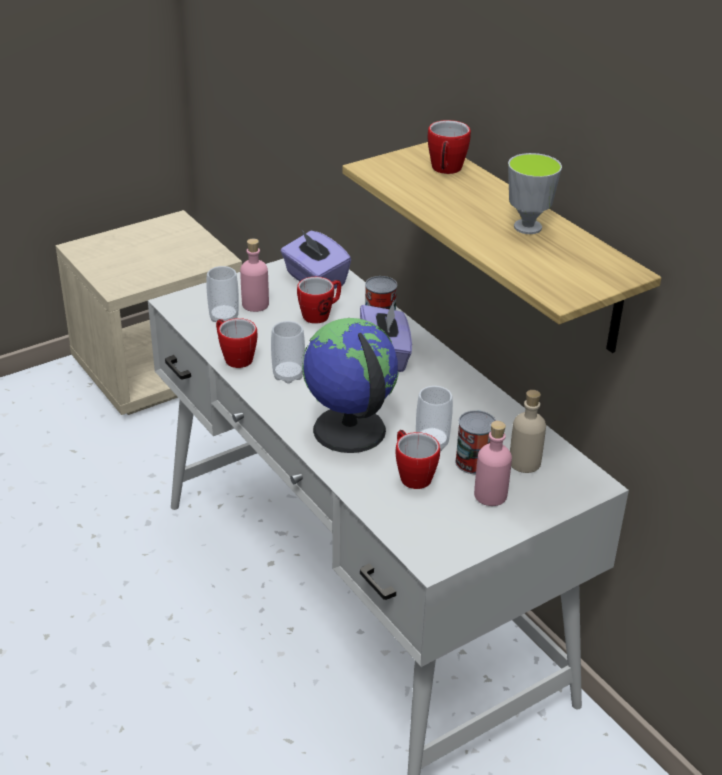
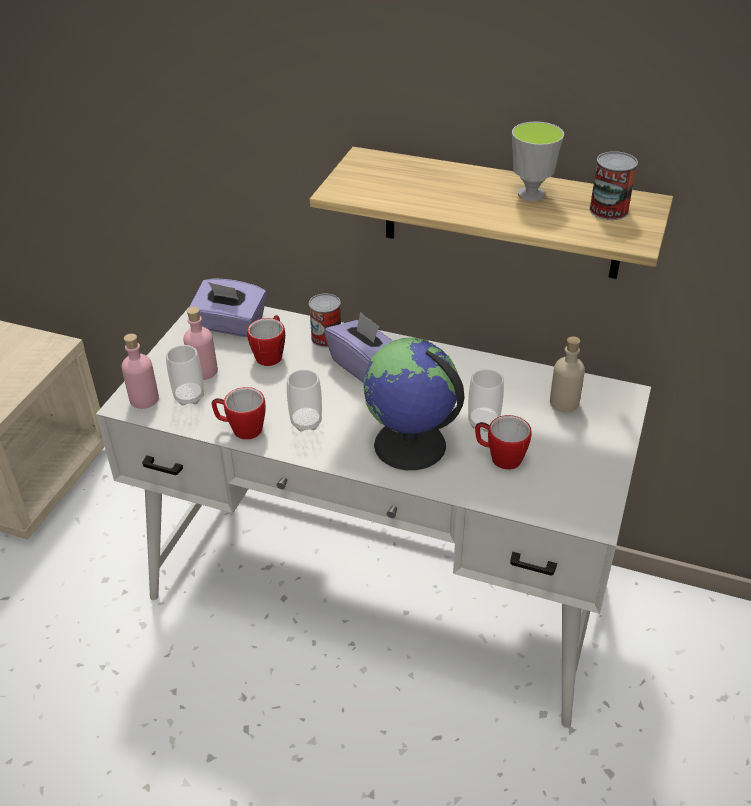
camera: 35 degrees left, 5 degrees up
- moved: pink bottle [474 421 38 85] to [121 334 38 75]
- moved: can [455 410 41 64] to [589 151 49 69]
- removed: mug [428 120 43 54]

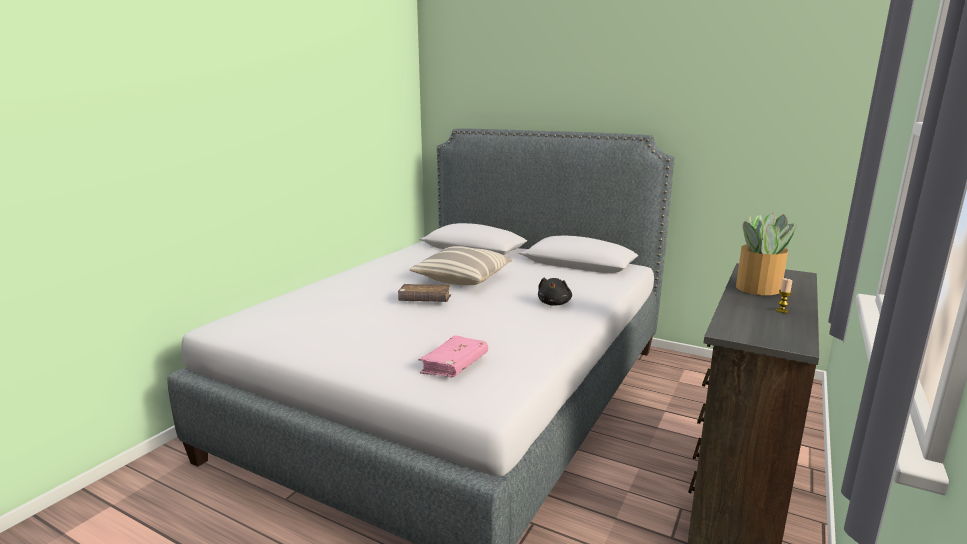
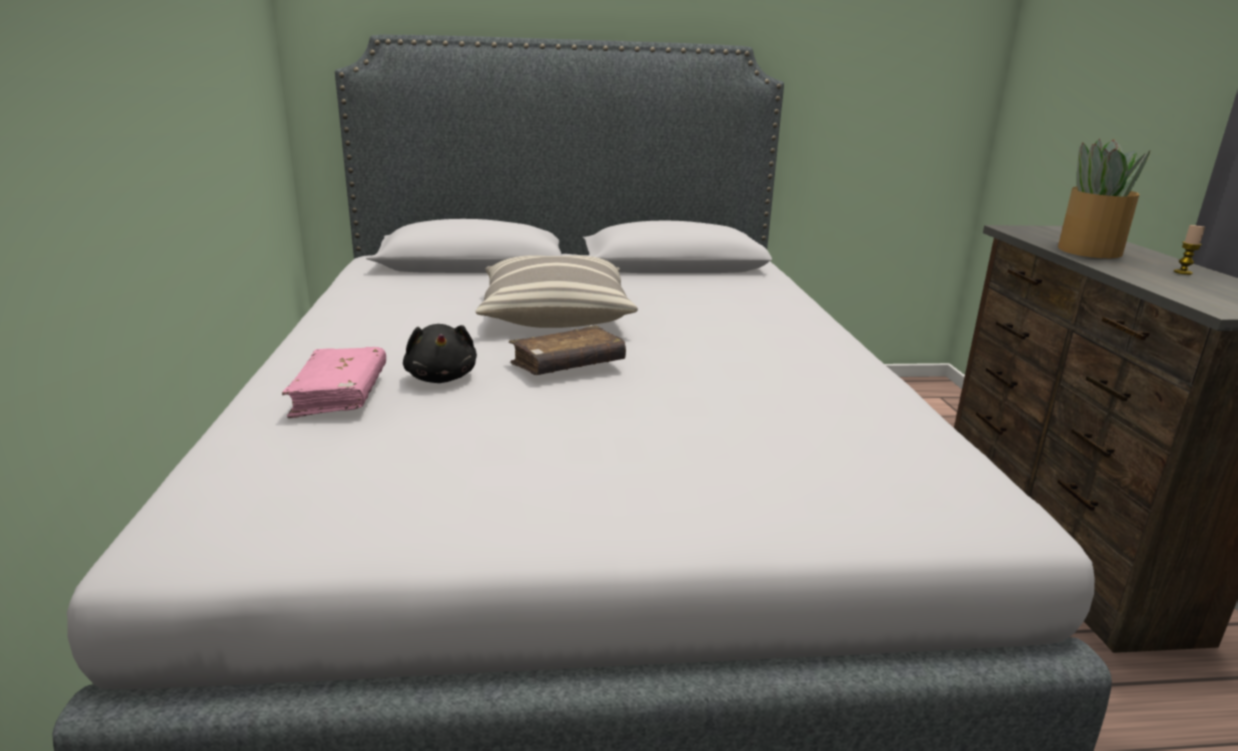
camera: 35 degrees left, 5 degrees up
- moved: pink book [419 335 69 42] to [282 347 104 71]
- moved: black plush toy [538 278 34 28] to [403 324 74 59]

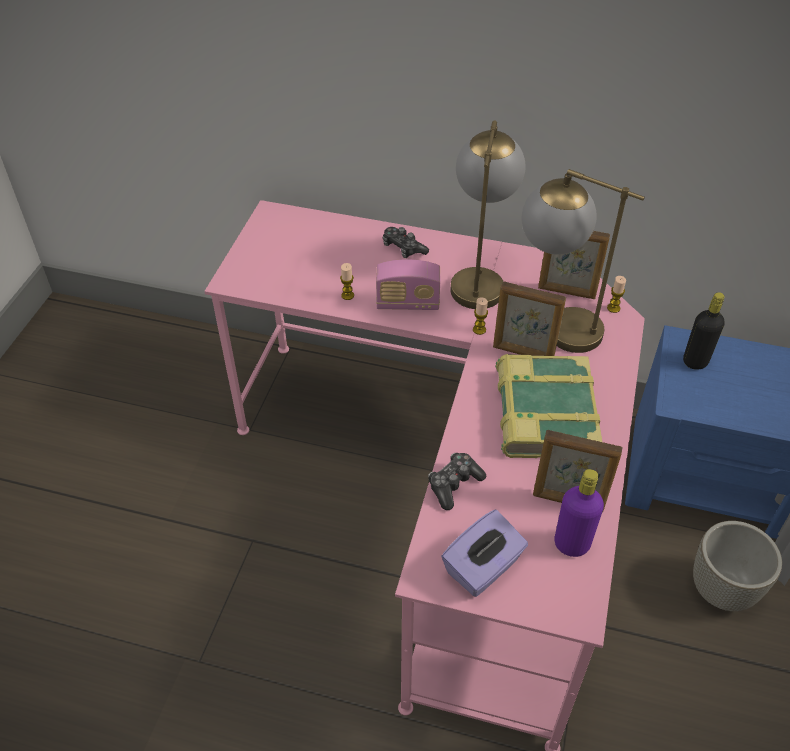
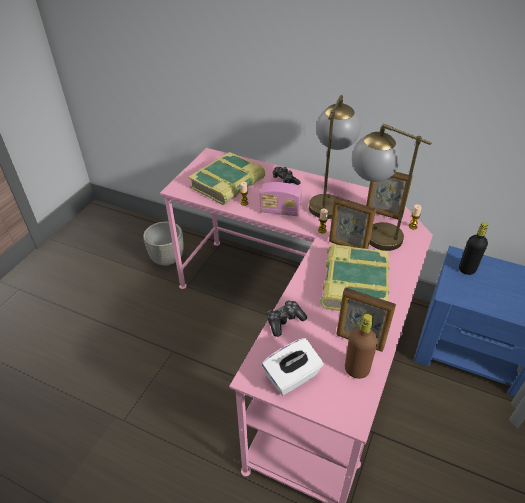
camera: 10 degrees right, 5 degrees down
- moved: grey planter [693 521 89 90] to [143 222 40 44]
- added: book [188 152 77 53]
- recoloured: purple tissue box [441 510 87 87] to white tissue box [262 338 62 57]
- recoloured: purple bottle [555 469 49 88] to brown bottle [345 314 33 65]

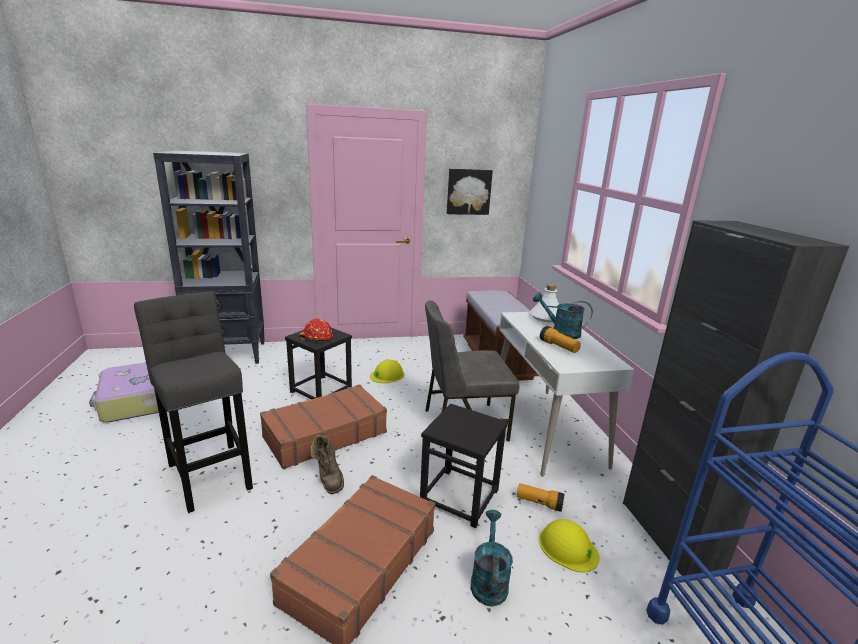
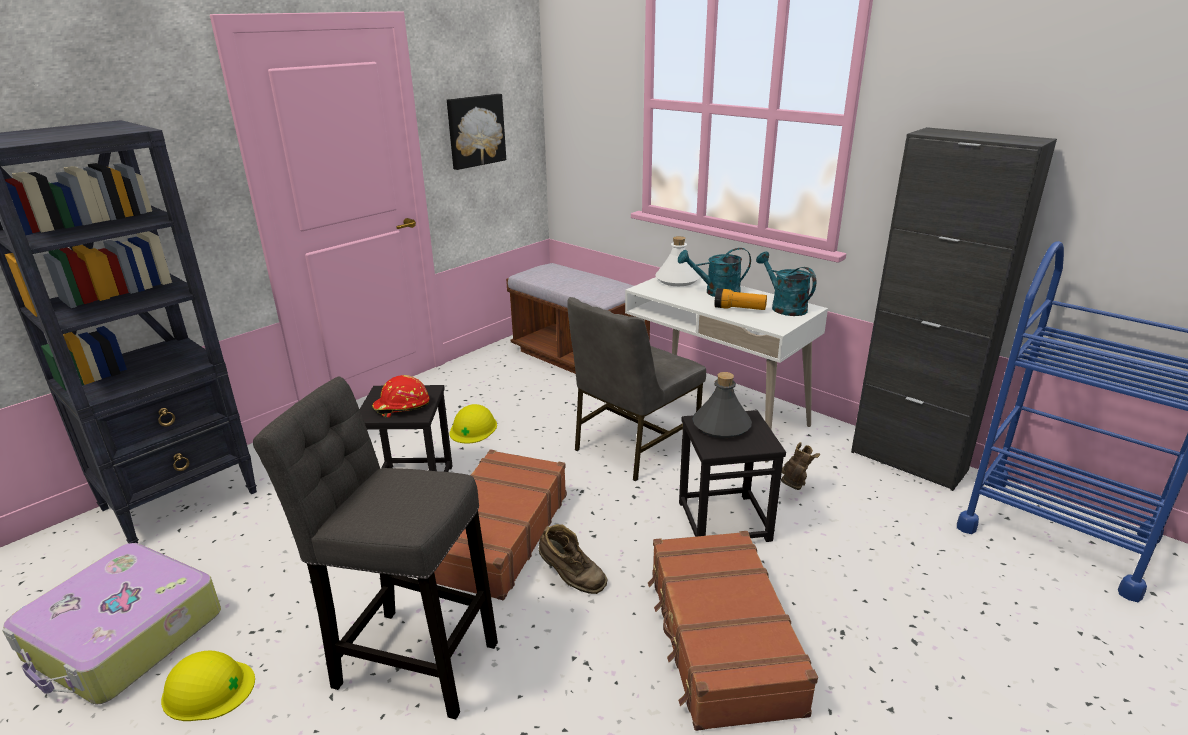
camera: 35 degrees left, 5 degrees up
- moved: yellow hard hat [539 519 61 53] to [161 650 94 71]
- added: grey bottle [693 372 59 66]
- moved: turquoise watering can [471 510 42 96] to [756 252 60 64]
- replaced: flashlight [517 483 48 29] to brown boot [781 442 39 48]

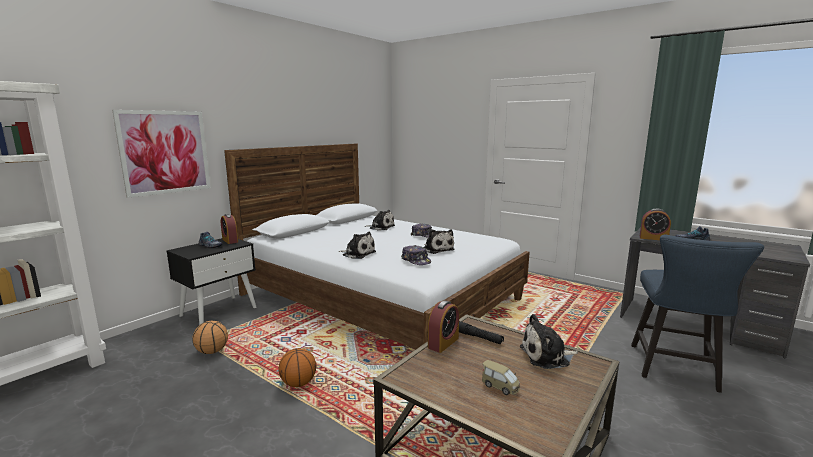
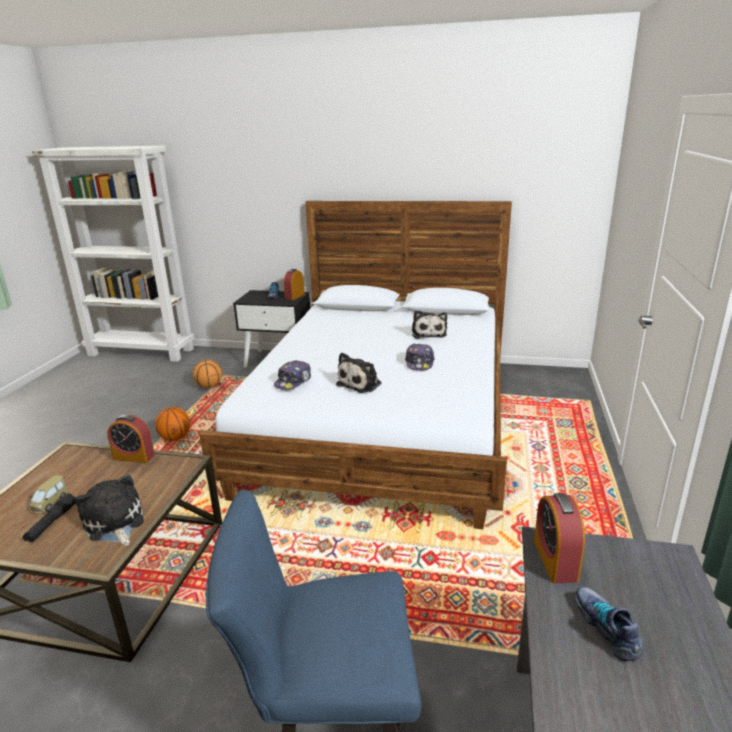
camera: 65 degrees right, 10 degrees up
- moved: black flashlight [459 321 45 23] to [23 493 52 49]
- removed: picture [112 110 98 88]
- removed: plush toy [339 232 37 27]

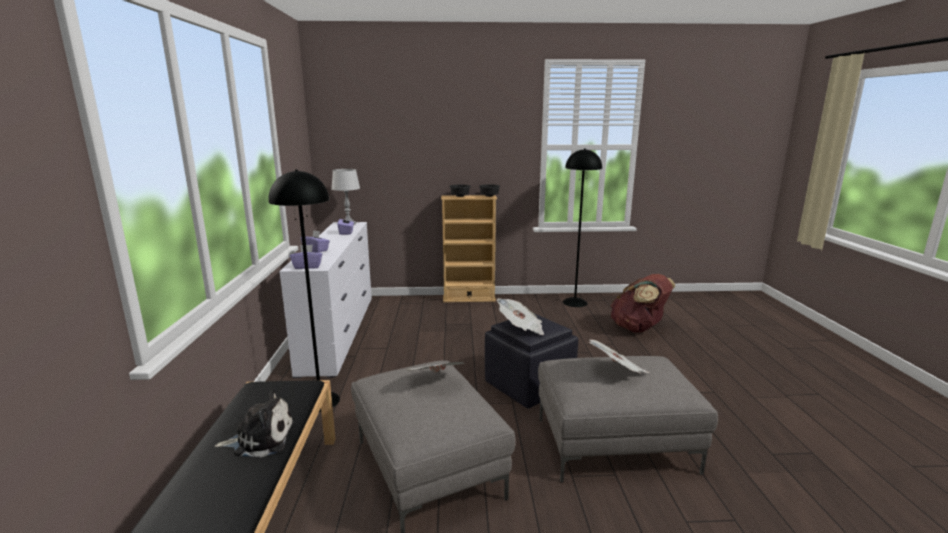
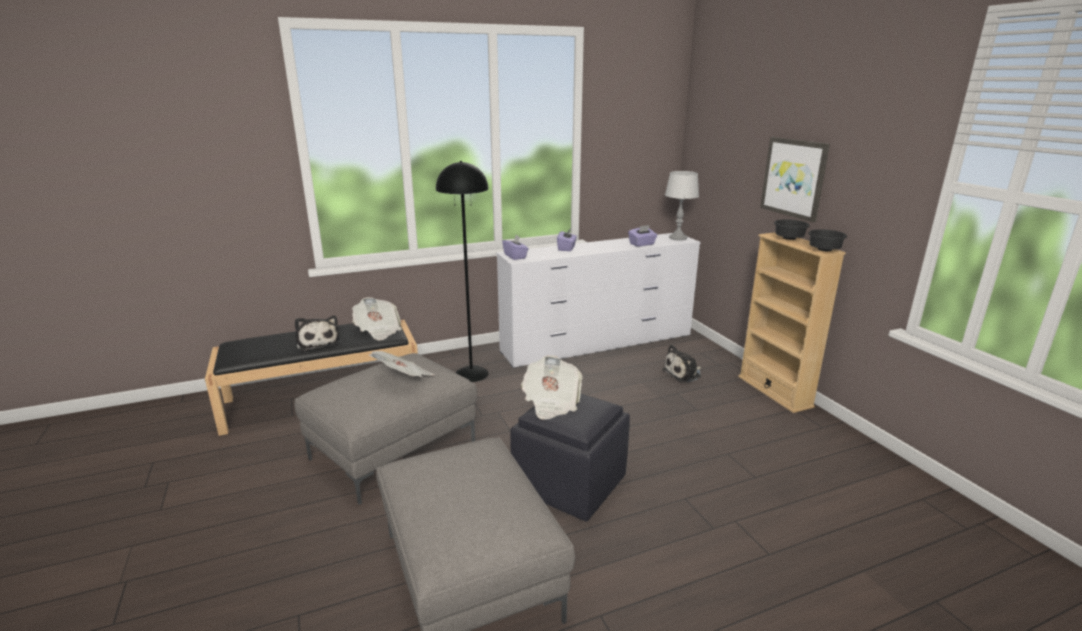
camera: 70 degrees right, 5 degrees up
- moved: newspaper [589 340 60 34] to [352 297 50 44]
- added: plush toy [662 345 40 37]
- added: picture [760 137 70 85]
- removed: black floor lamp [563 148 39 159]
- removed: brown backpack [611 274 64 59]

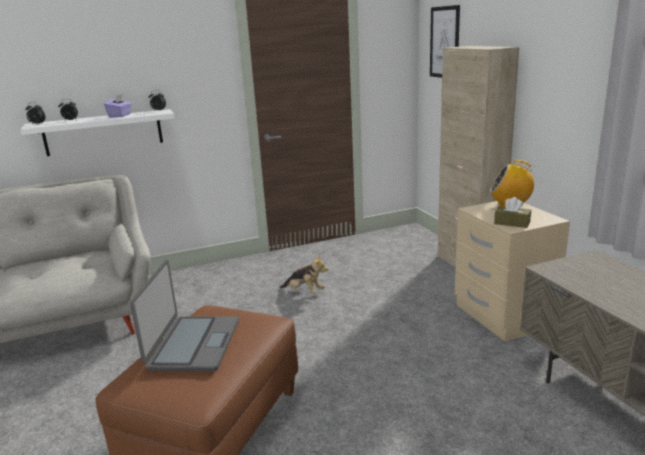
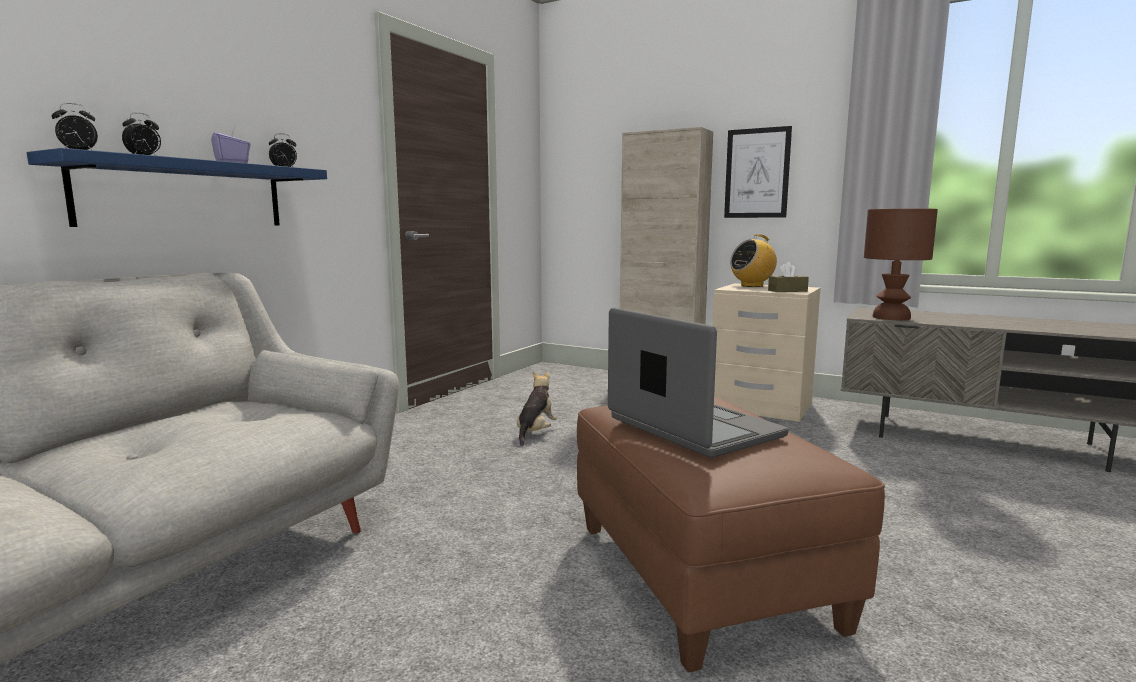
camera: 40 degrees left, 10 degrees down
- recoloured: white shelf [20 109 155 47] to blue shelf [27 148 300 79]
- turned: plush toy [280 255 48 39] = [517 371 40 75] 60 degrees counterclockwise
- moved: picture [430 5 30 73] to [724 126 68 92]
- added: brown table lamp [864 209 74 111]

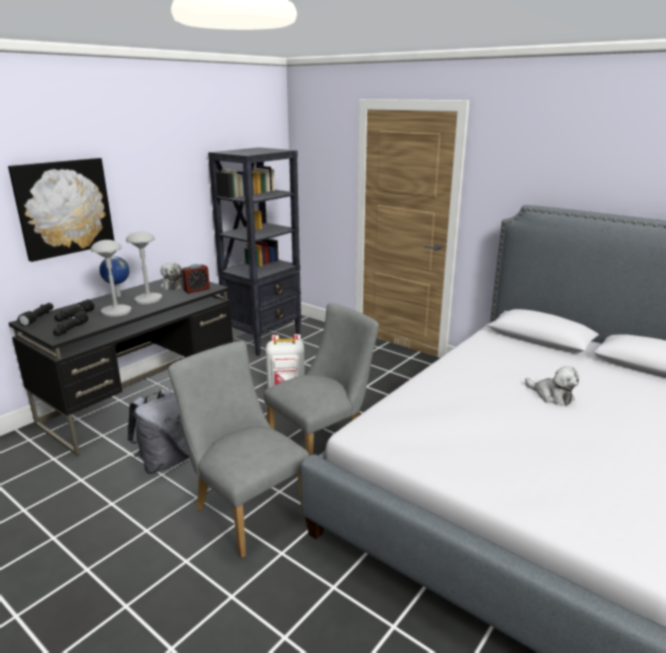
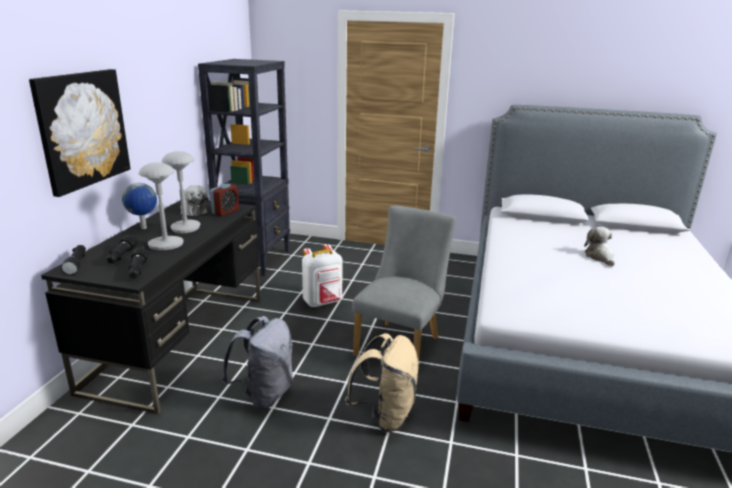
camera: 25 degrees left, 0 degrees up
- replaced: grey chair [168 341 141 217] to beige backpack [345 333 75 99]
- turned: plush toy [525 366 54 39] = [584 227 31 39] 120 degrees counterclockwise

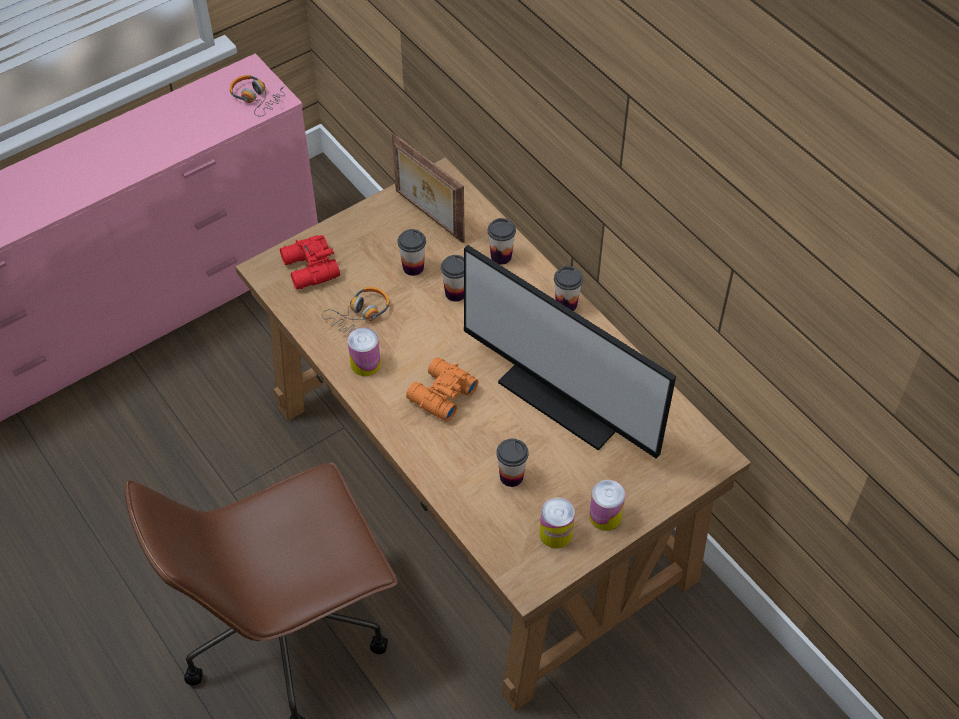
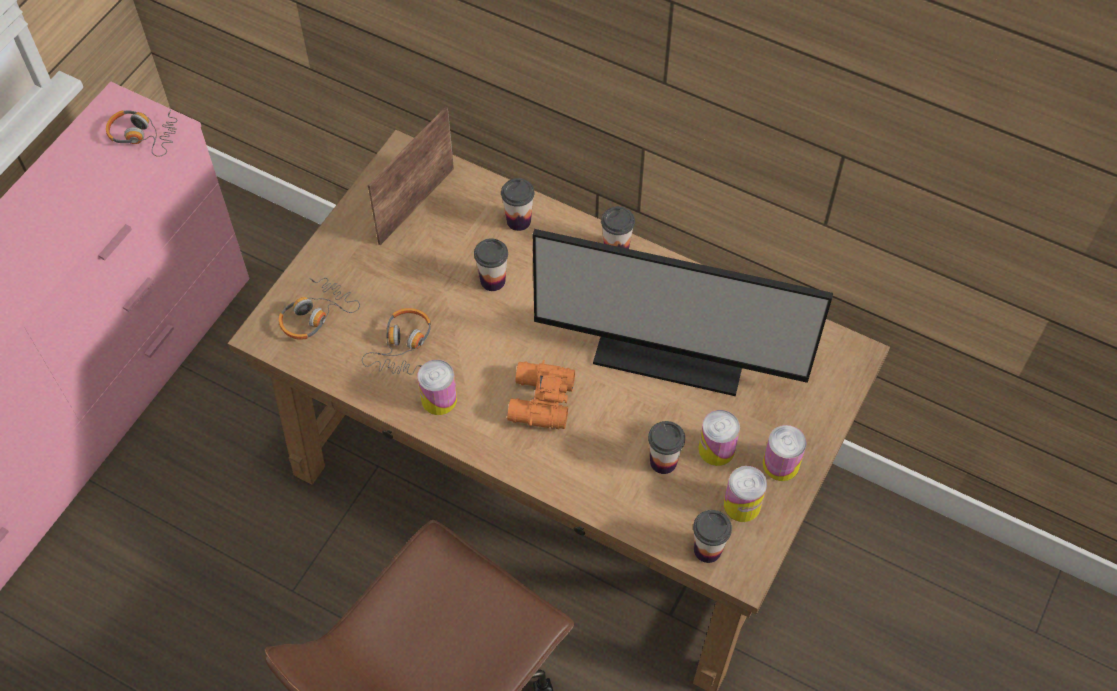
camera: 25 degrees left, 5 degrees up
- replaced: red binoculars [280 235 60 55] to headphones [279 277 81 63]
- turned: picture frame [392 133 73 110] = [368 107 86 138] 105 degrees clockwise
- moved: cup [398 229 28 47] to [693 510 39 53]
- added: can [698 410 42 56]

